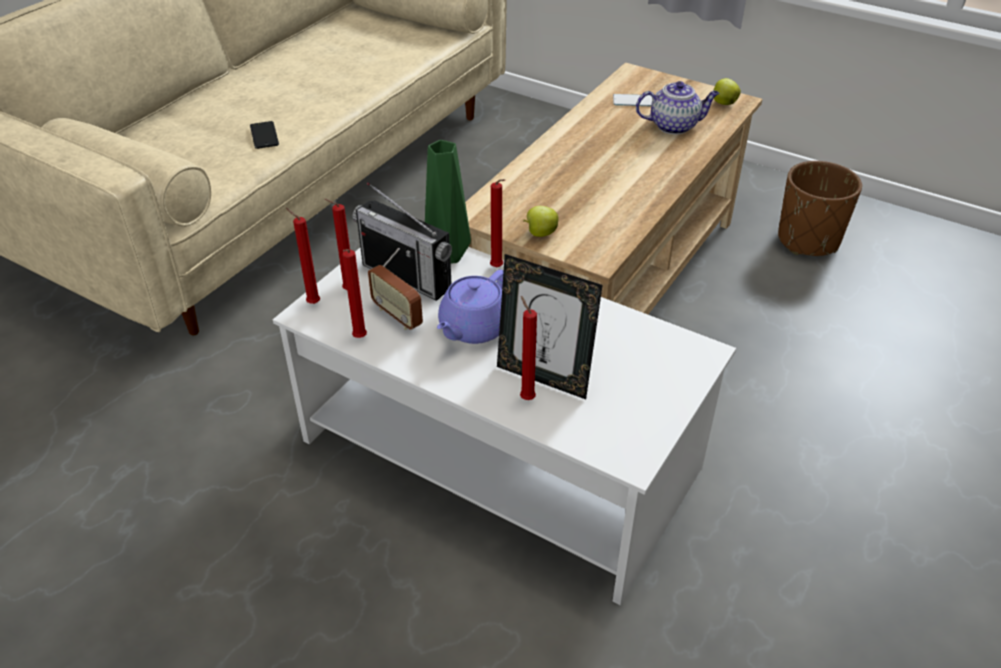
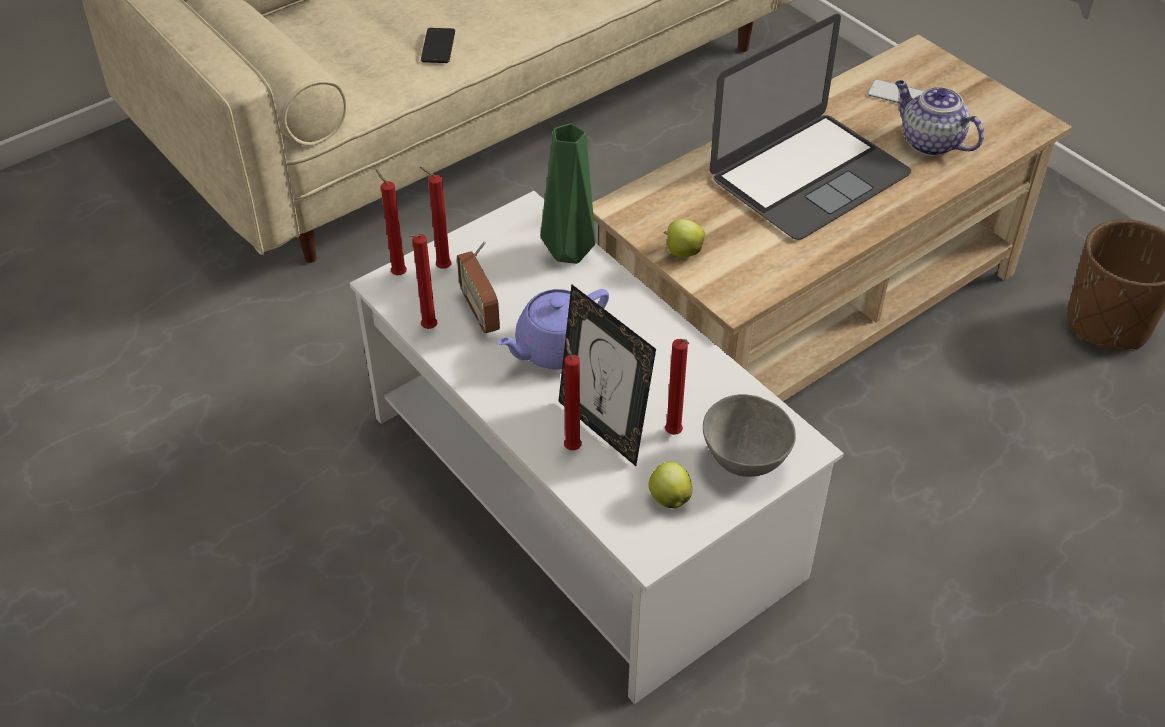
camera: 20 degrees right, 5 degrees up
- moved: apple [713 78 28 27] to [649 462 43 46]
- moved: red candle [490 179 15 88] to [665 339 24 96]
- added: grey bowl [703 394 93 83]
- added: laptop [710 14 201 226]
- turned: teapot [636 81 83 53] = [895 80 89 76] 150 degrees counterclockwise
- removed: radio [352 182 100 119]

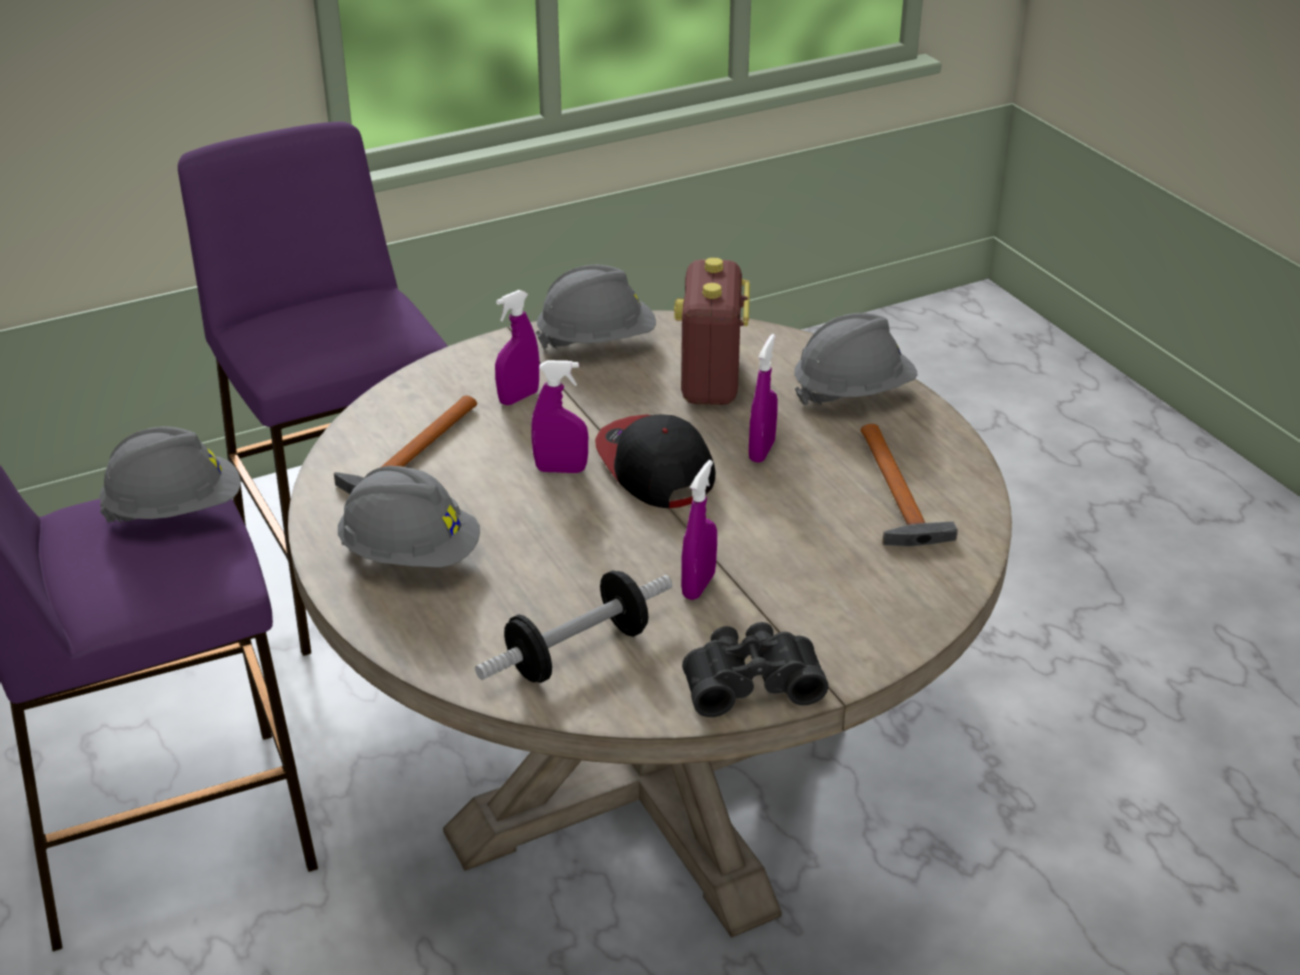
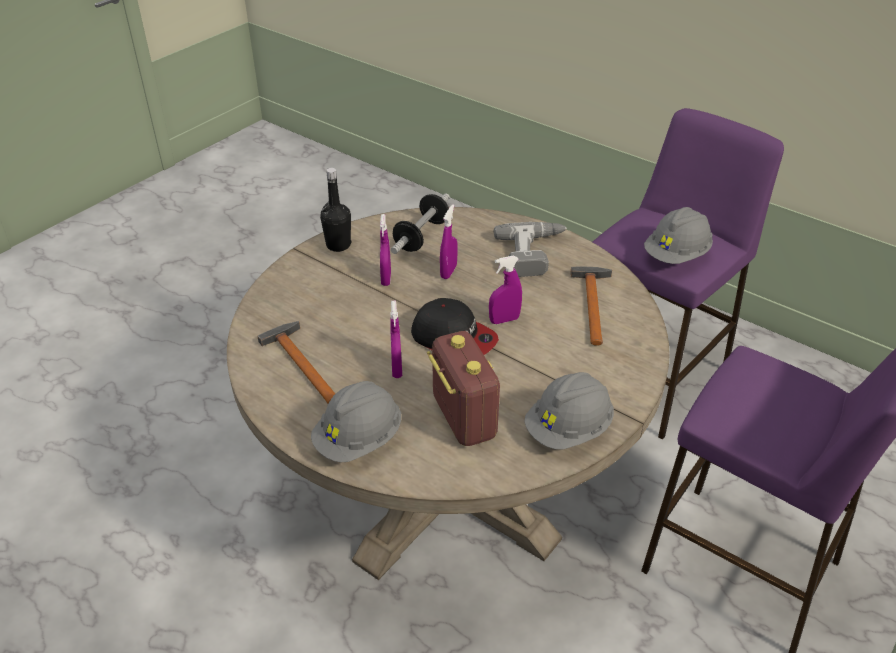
camera: 155 degrees right, 5 degrees up
- replaced: black binoculars [682 622 147 95] to black bottle [320 168 31 84]
- moved: purple spray bottle [495 290 44 115] to [440 204 18 75]
- replaced: grey hard hat [338 466 142 102] to power drill [494 222 73 55]

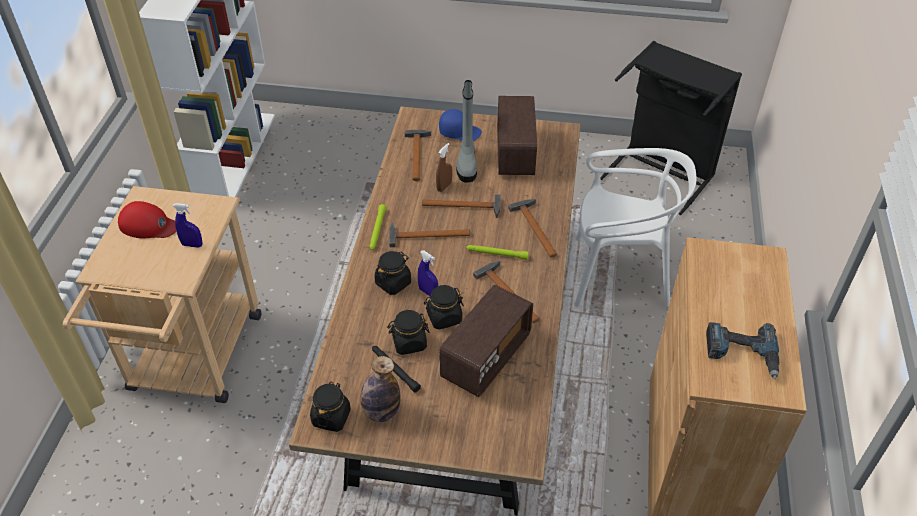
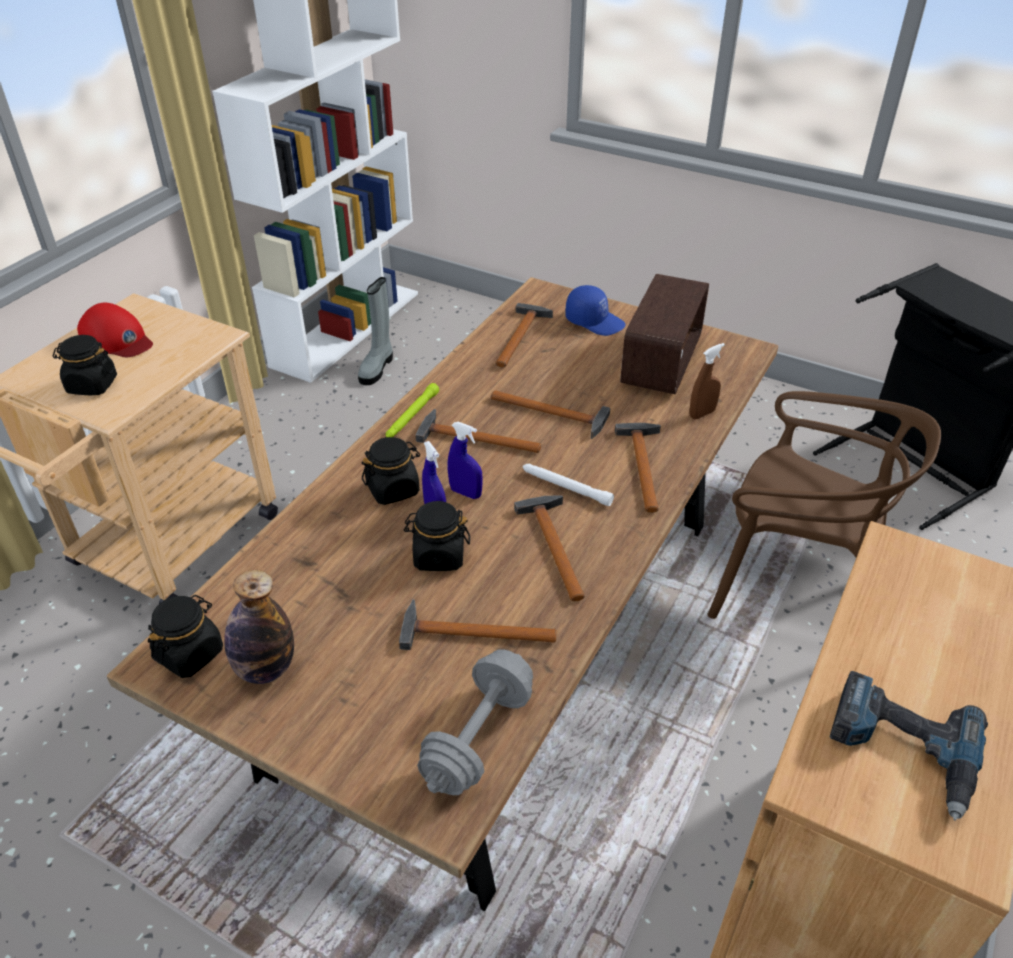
camera: 20 degrees right, 5 degrees down
- moved: black jar [387 310 42 45] to [53 335 64 60]
- moved: grey boot [456 80 21 103] to [358 277 35 108]
- replaced: radio [439 285 94 112] to hammer [399 599 158 51]
- added: grey dumbbell [417 649 116 146]
- moved: blue spray bottle [173 203 30 45] to [448 422 35 77]
- recoloured: green flashlight [466 245 63 15] to white flashlight [523 464 91 42]
- moved: brown spray bottle [436 143 16 49] to [689 343 36 76]
- recoloured: white chair [574 148 123 159] to brown chair [707 391 234 228]
- removed: black flashlight [372 346 49 46]

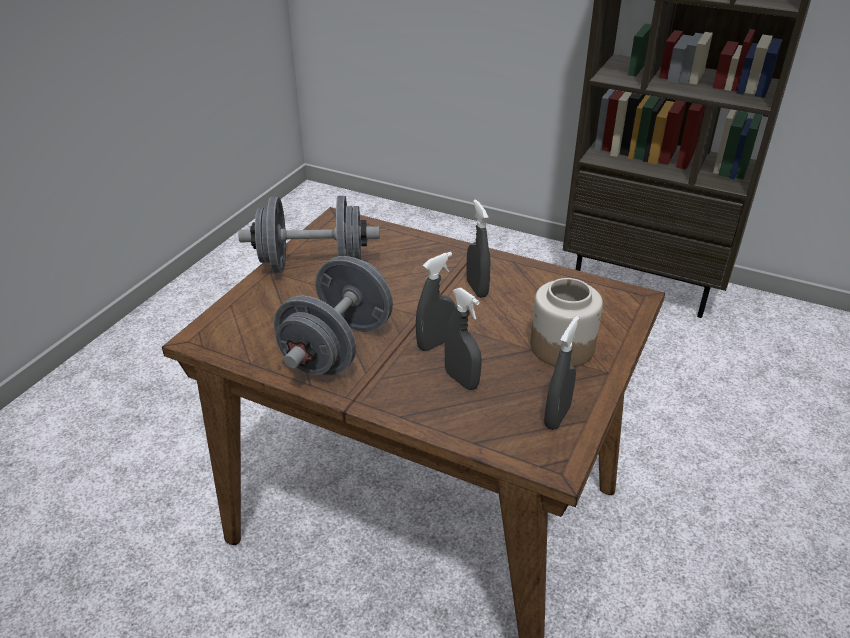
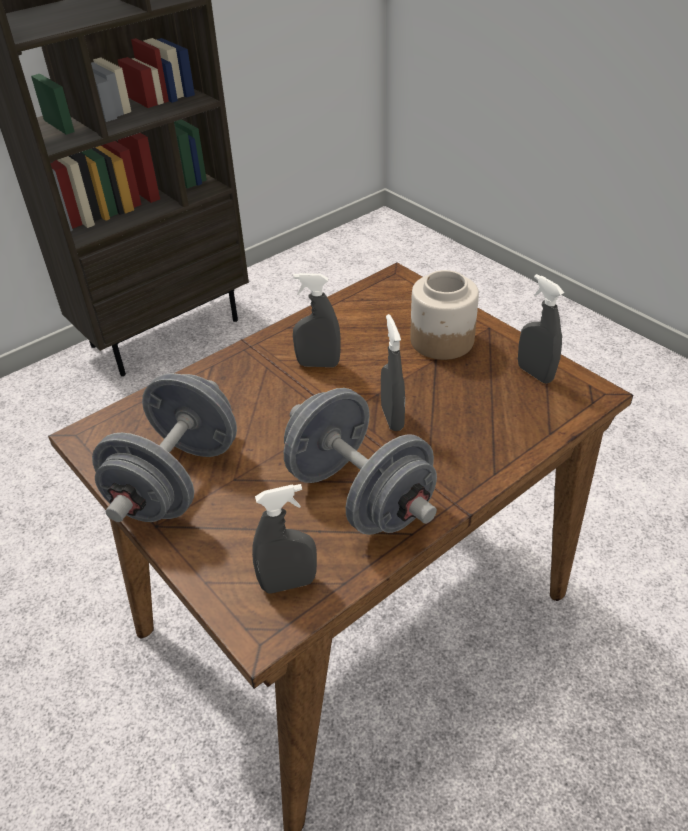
camera: 65 degrees left, 5 degrees up
- moved: grey spray bottle [445 288 37 102] to [252 484 65 110]

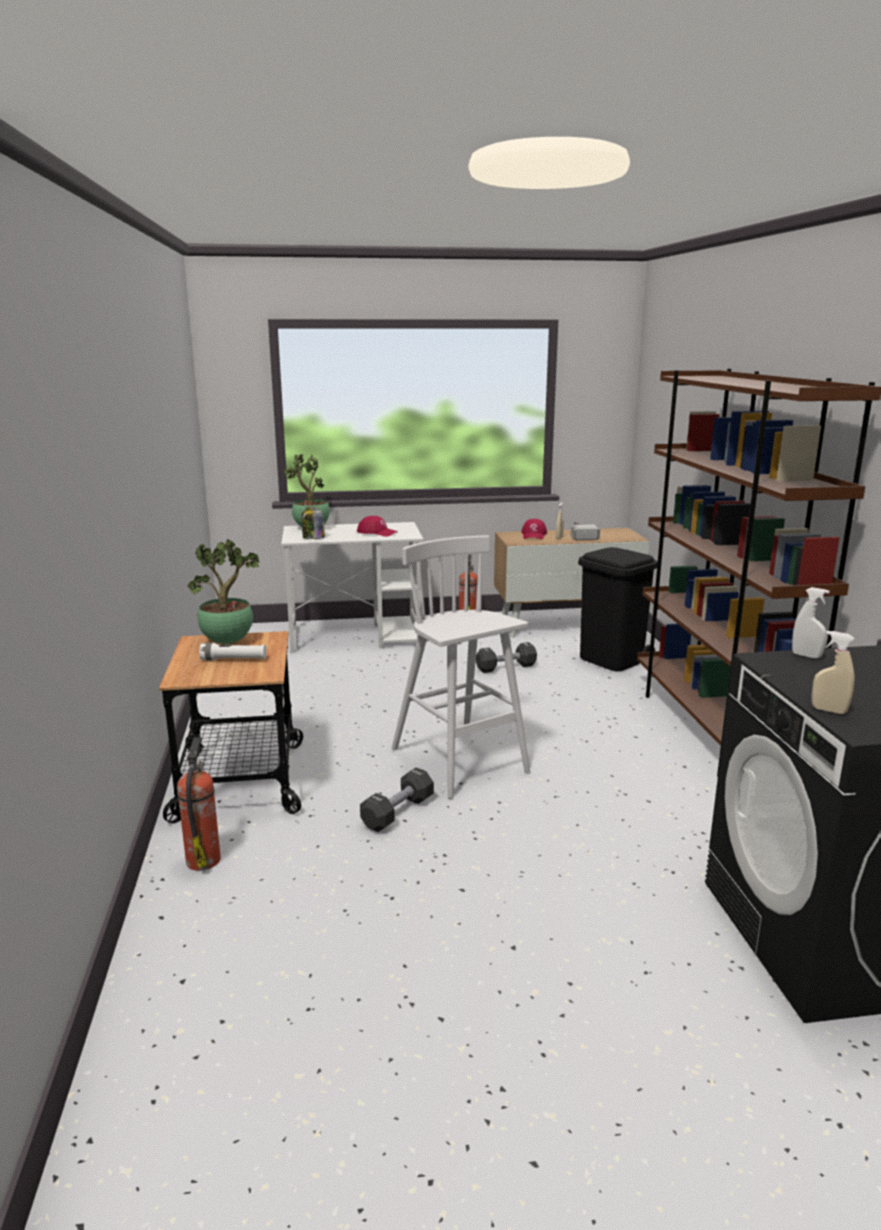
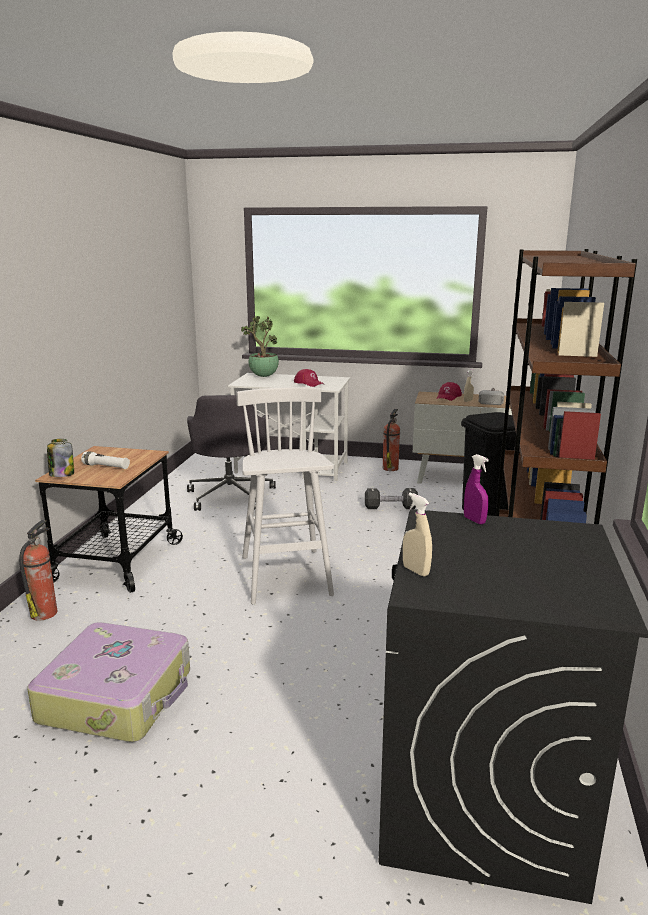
camera: 20 degrees right, 0 degrees up
- added: suitcase [27 622 163 120]
- moved: jar [302 507 23 32] to [47 439 27 38]
- added: grey office chair [187 395 89 116]
- recoloured: white spray bottle [792 587 38 72] to purple spray bottle [464 454 25 70]
- removed: potted plant [187 539 72 105]
- removed: black dumbbell [360 767 74 65]

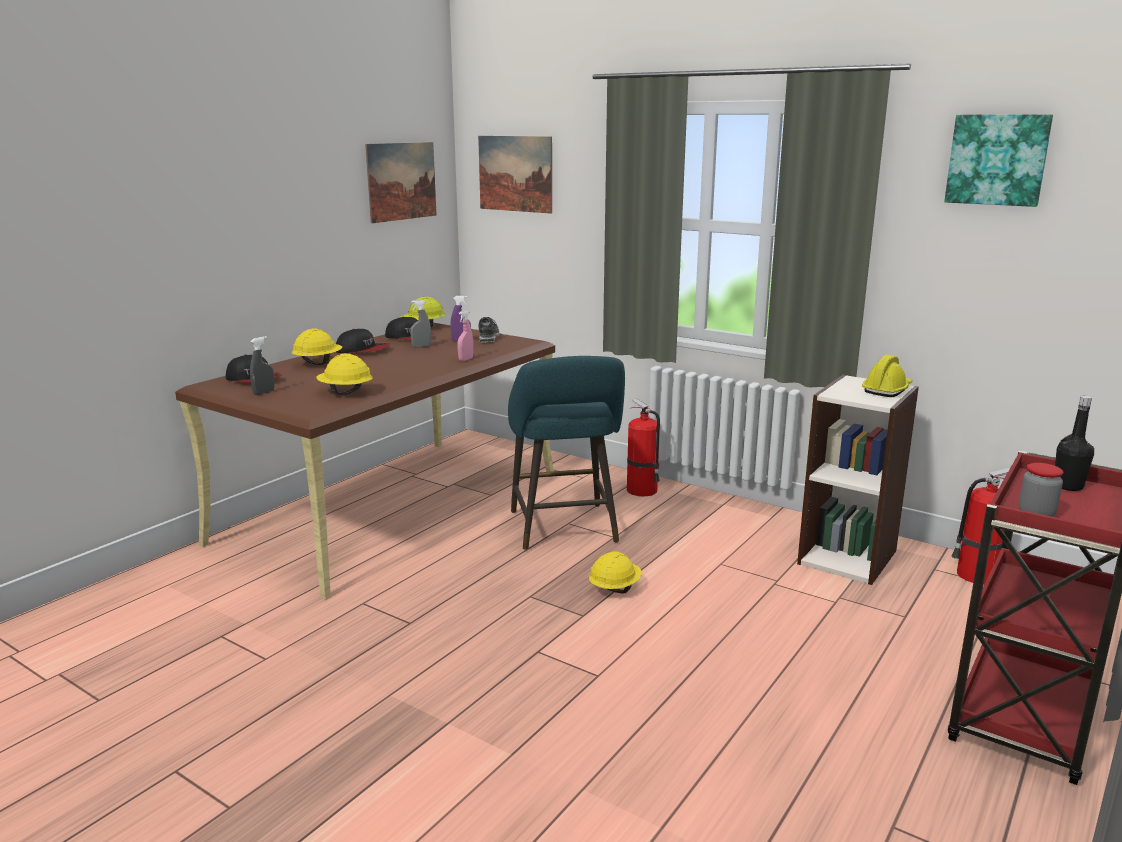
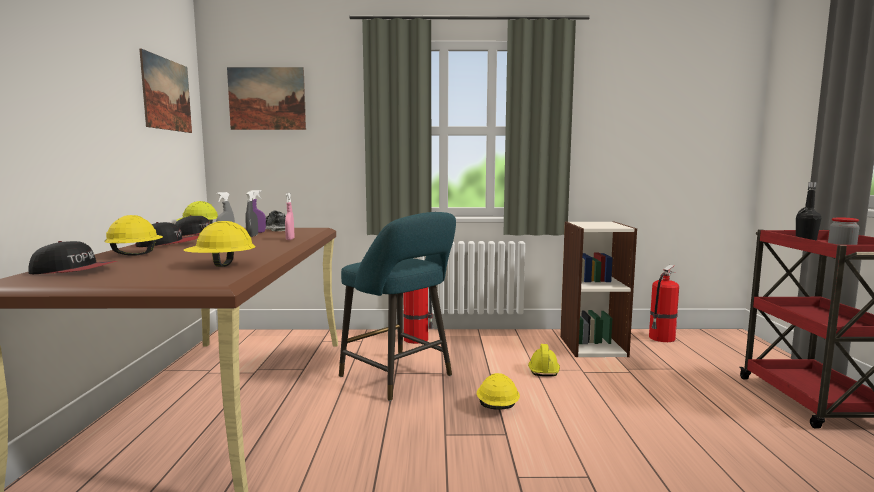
camera: 35 degrees left, 10 degrees down
- moved: grey spray bottle [250 336 24 59] to [245 191 13 46]
- moved: yellow hard hat [862 355 51 42] to [528 344 32 32]
- removed: picture [944 114 109 93]

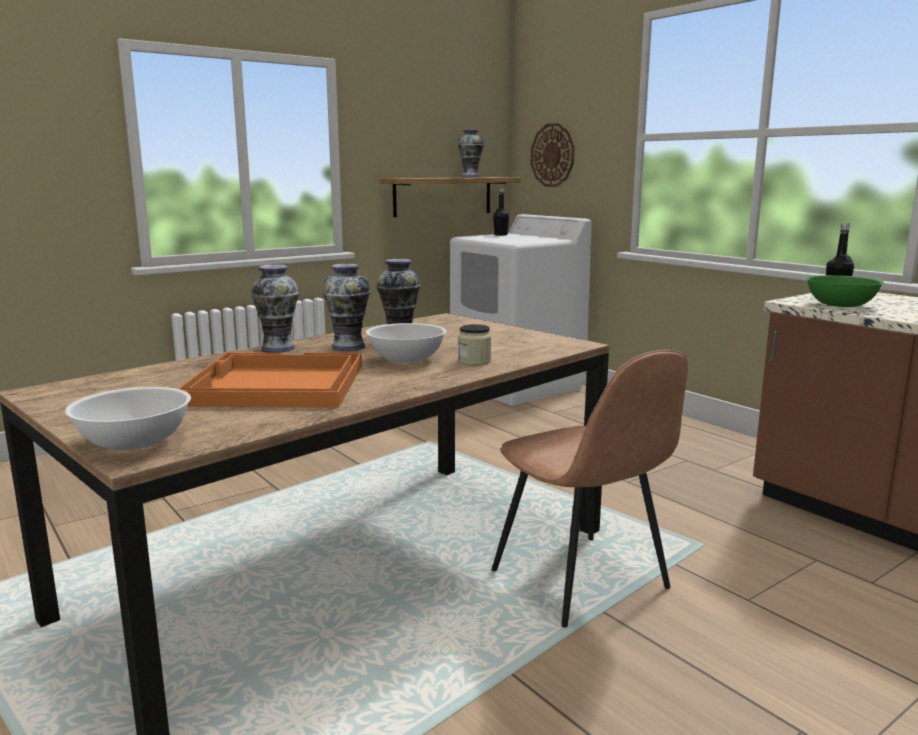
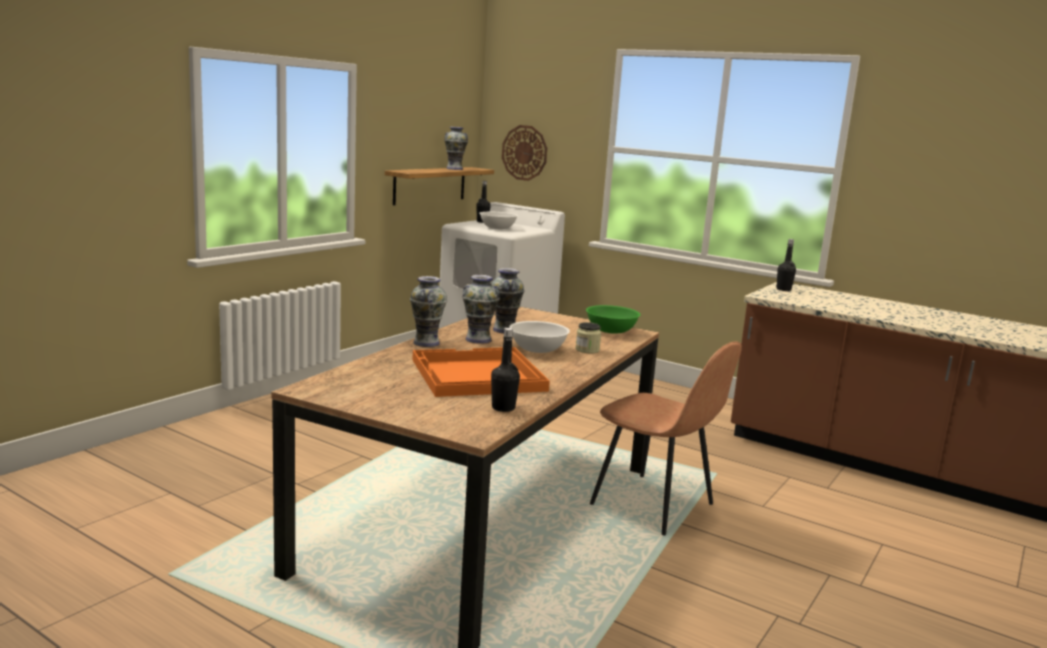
camera: 20 degrees left, 0 degrees up
- moved: white bowl [65 387 126 63] to [479 212 39 17]
- added: black bottle [491 328 29 84]
- moved: green bowl [806 275 78 32] to [586 305 55 29]

